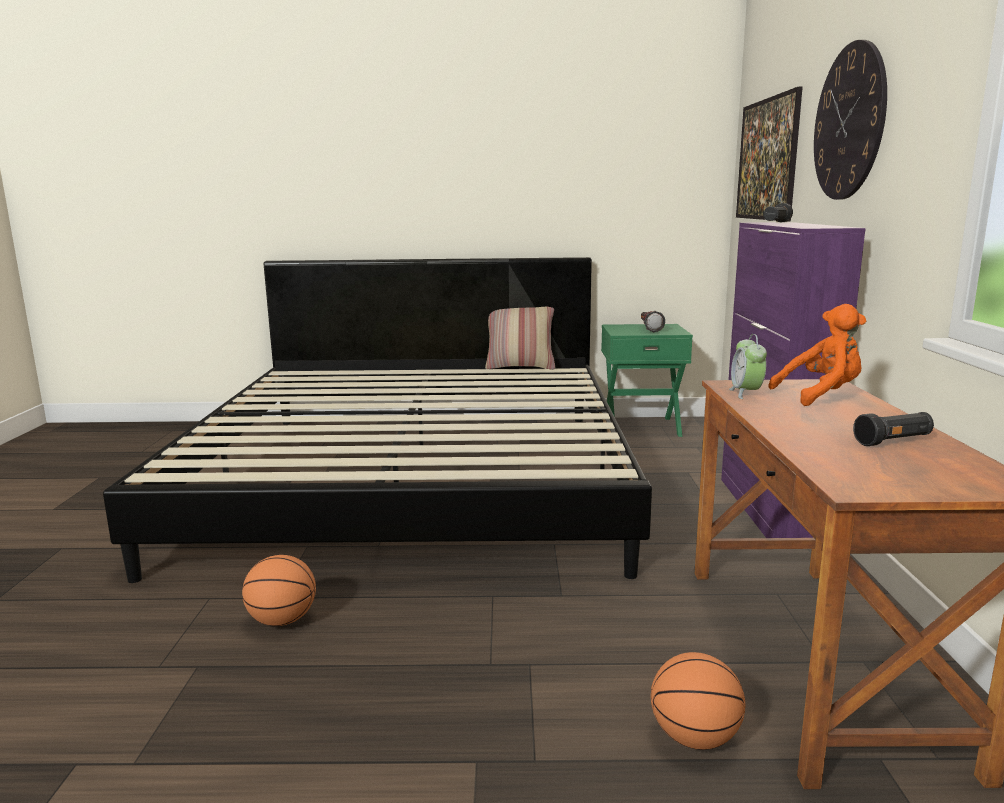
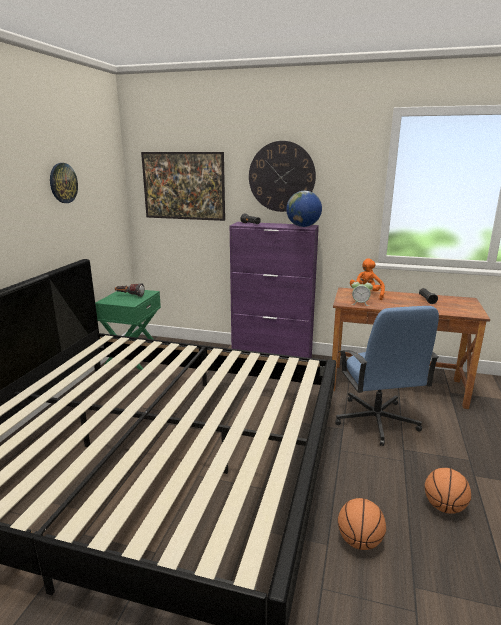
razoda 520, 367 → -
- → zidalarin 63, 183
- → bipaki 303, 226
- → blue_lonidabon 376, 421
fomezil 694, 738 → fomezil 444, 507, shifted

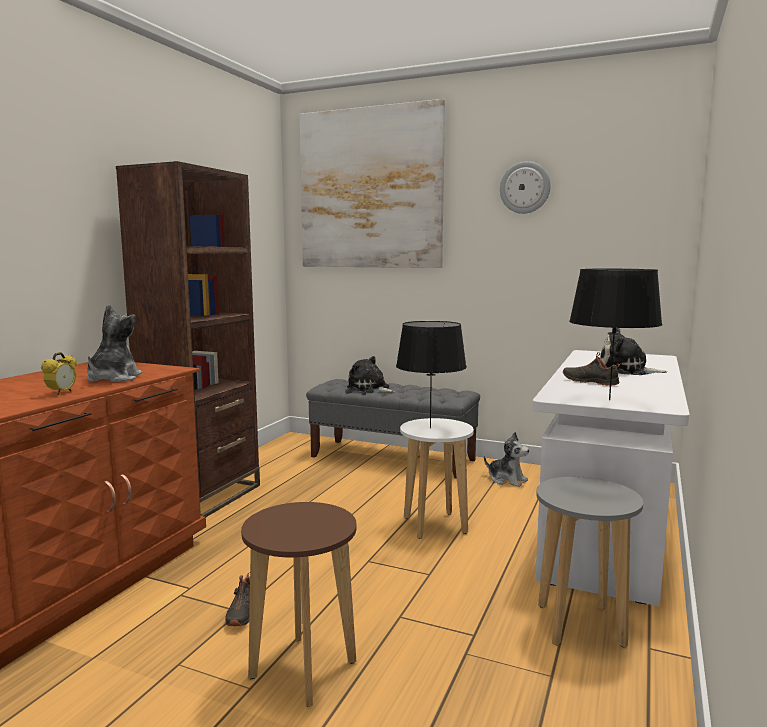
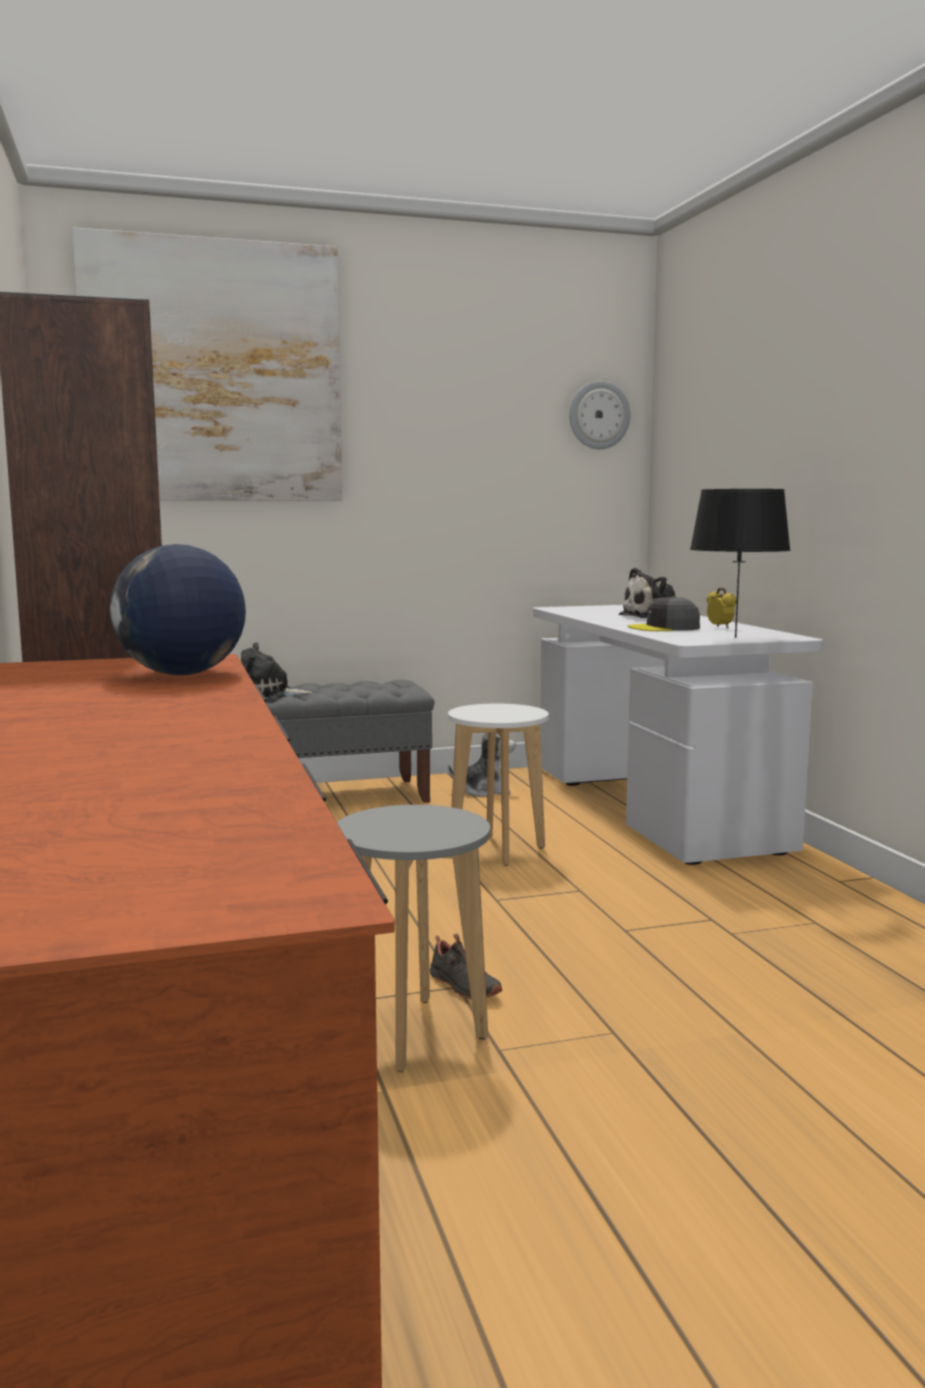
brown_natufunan 303, 669 → -
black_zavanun 430, 428 → -
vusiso 62, 393 → vusiso 720, 628, shifted
zidalarin 525, 187 → zidalarin 599, 415, shifted
grey_natufunan 580, 625 → grey_natufunan 413, 1033, shifted
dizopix 113, 379 → bipaki 182, 674
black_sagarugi 590, 382 → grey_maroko 664, 628

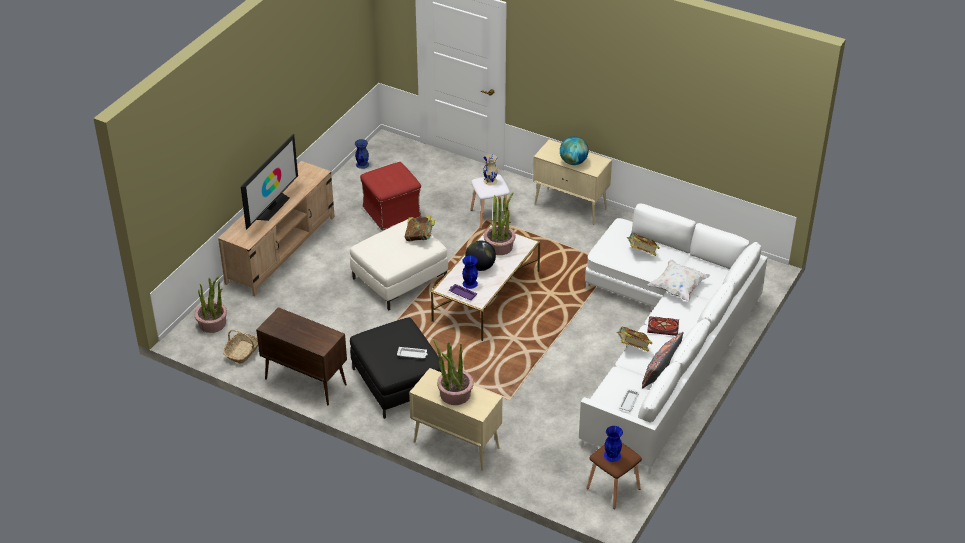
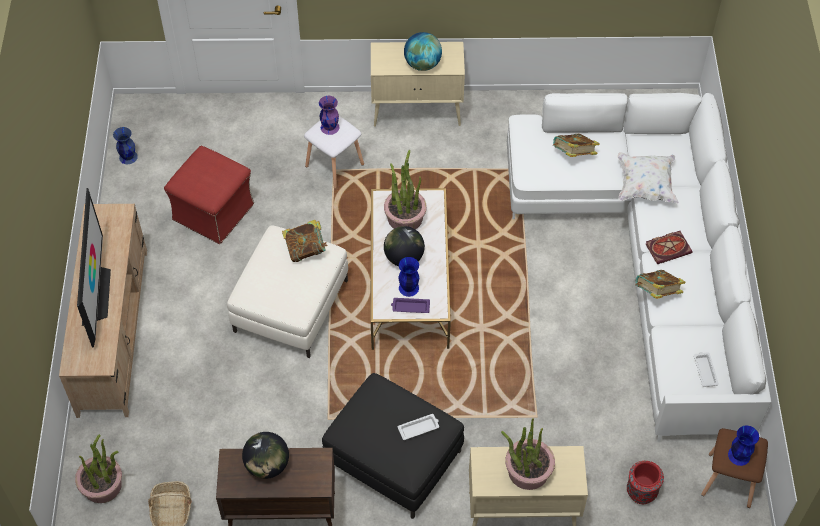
grey_razoda 661, 370 → -
- → bipaki 267, 465
- → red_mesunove 641, 492
beige_mesunove 490, 180 → purple_mesunove 329, 127

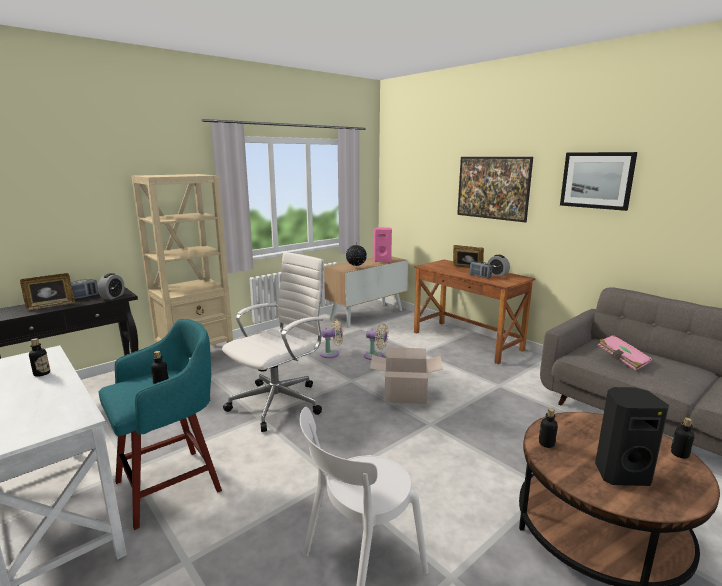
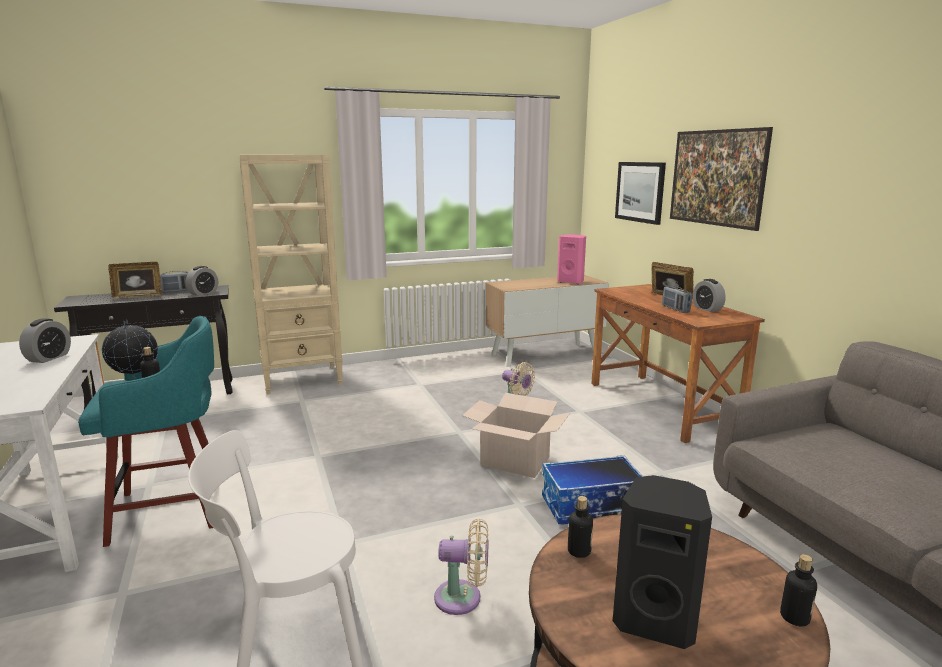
white_lonidabon 279, 402 → -
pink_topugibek 622, 360 → -
- → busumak 591, 507
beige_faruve 331, 354 → beige_faruve 463, 598, shifted
bipaki 356, 268 → bipaki 135, 379, shifted
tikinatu 596, 180 → tikinatu 640, 192, shifted
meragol 42, 373 → vusiso 49, 358

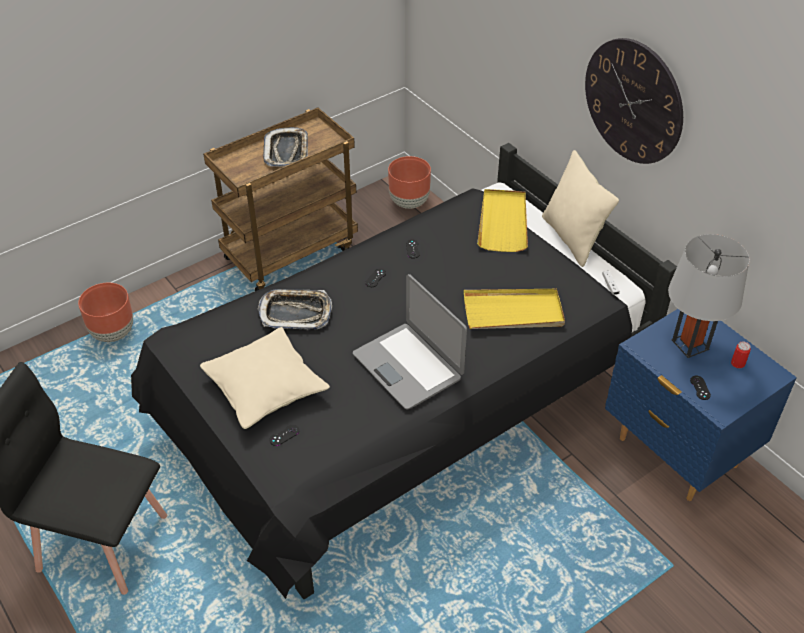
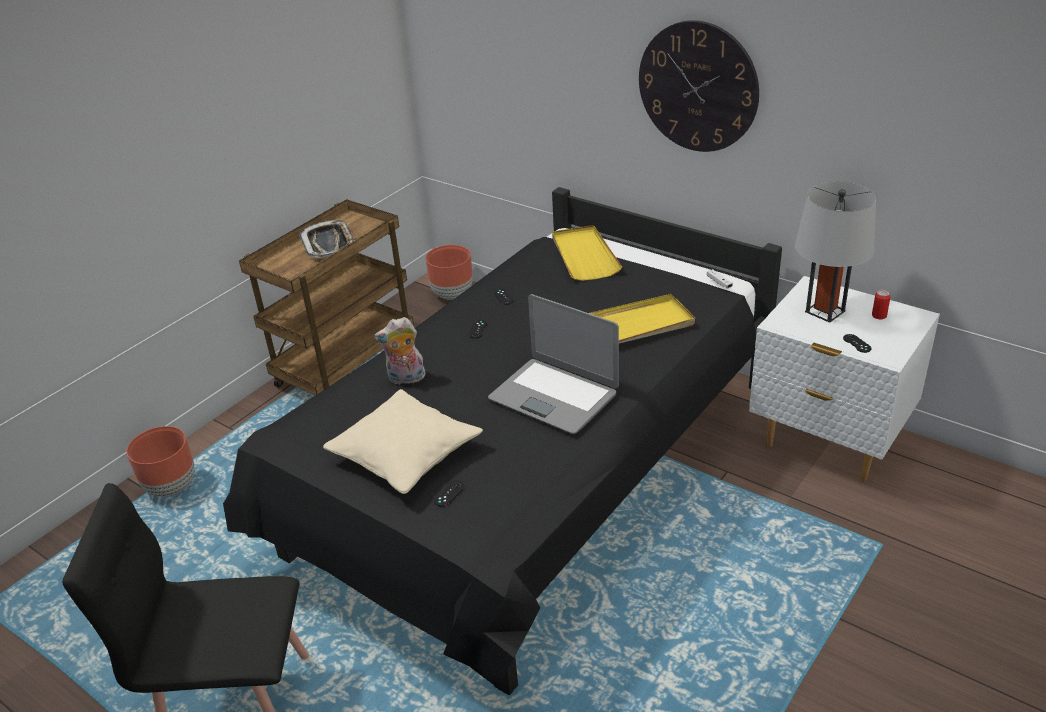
beige_razoda 572, 238 → -
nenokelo 295, 313 → dizopix 406, 379
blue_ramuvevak 676, 453 → white_ramuvevak 828, 443

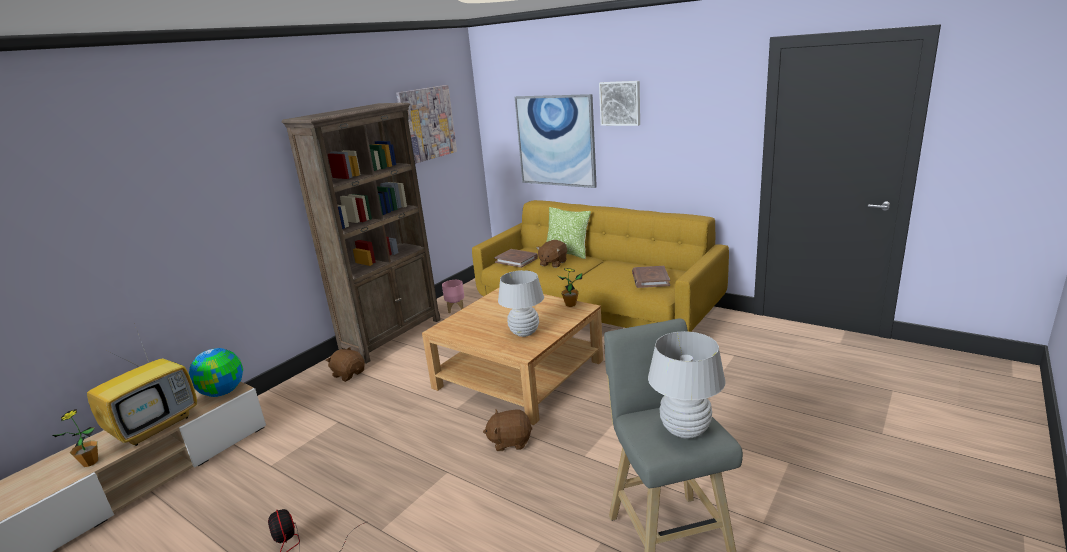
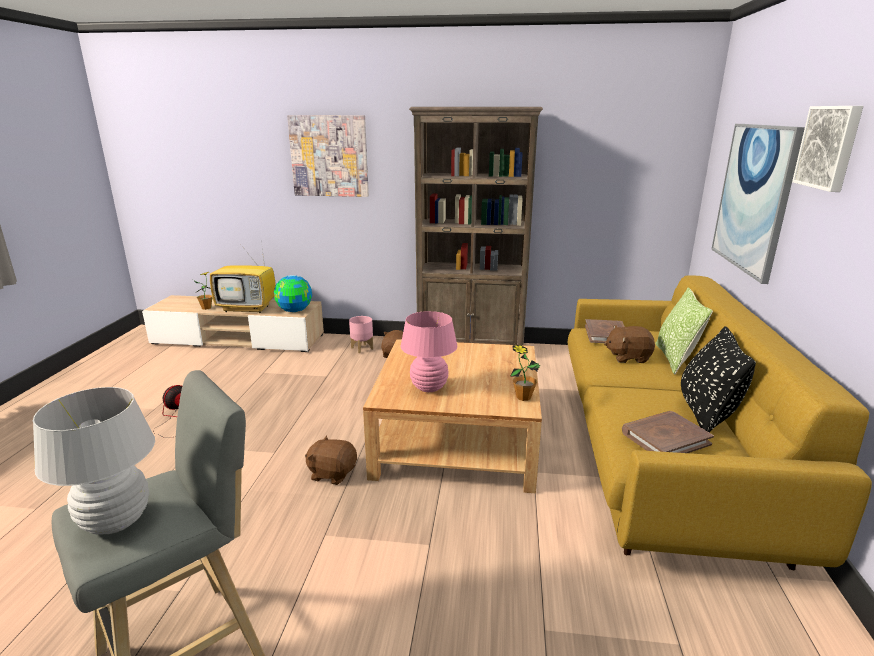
- → black_razoda 706, 414
tikinatu 426, 124 → tikinatu 329, 156, shifted
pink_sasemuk 455, 309 → pink_sasemuk 362, 348, shifted
white_zavanun 524, 333 → pink_zavanun 429, 387
brown_dizopix 510, 441 → brown_dizopix 332, 473, 45 degrees counterclockwise

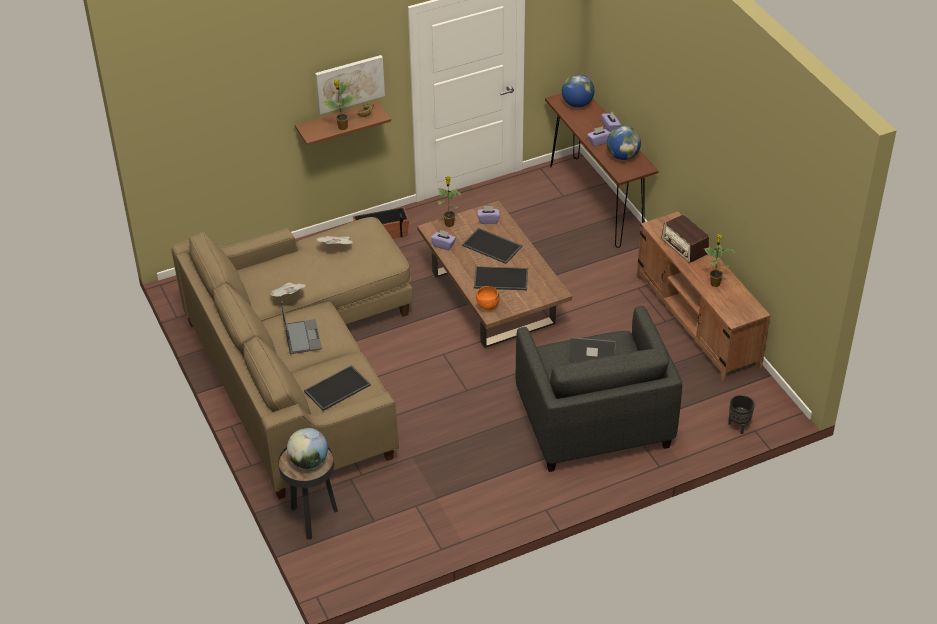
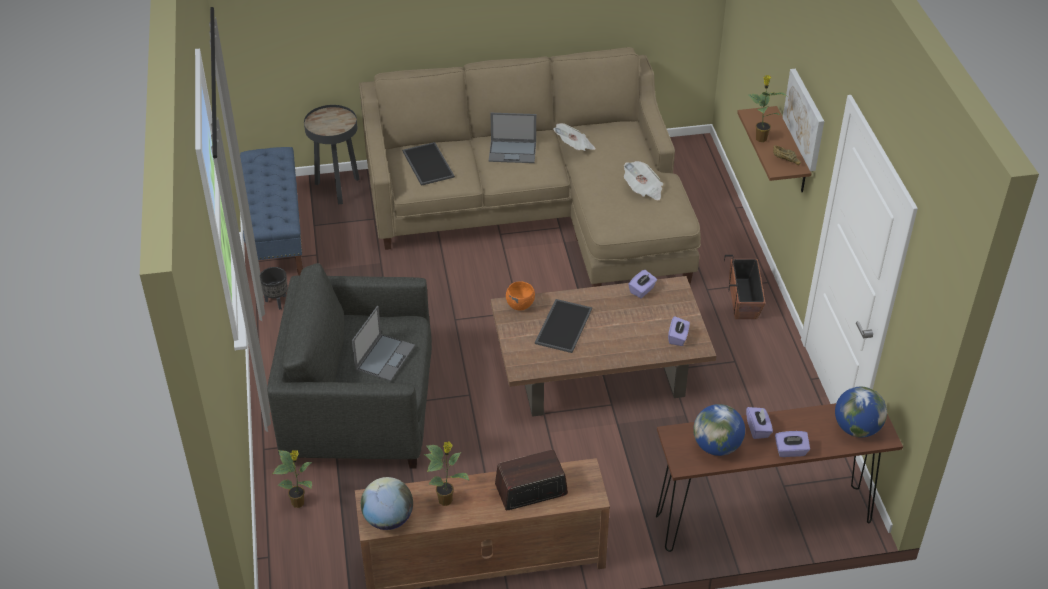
nenokelo 493, 246 → -
- → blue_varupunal 276, 236
bipaki 308, 461 → bipaki 388, 519, shifted
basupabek 449, 223 → basupabek 299, 502, shifted
black_sasemuk 738, 426 → black_sasemuk 277, 301, shifted

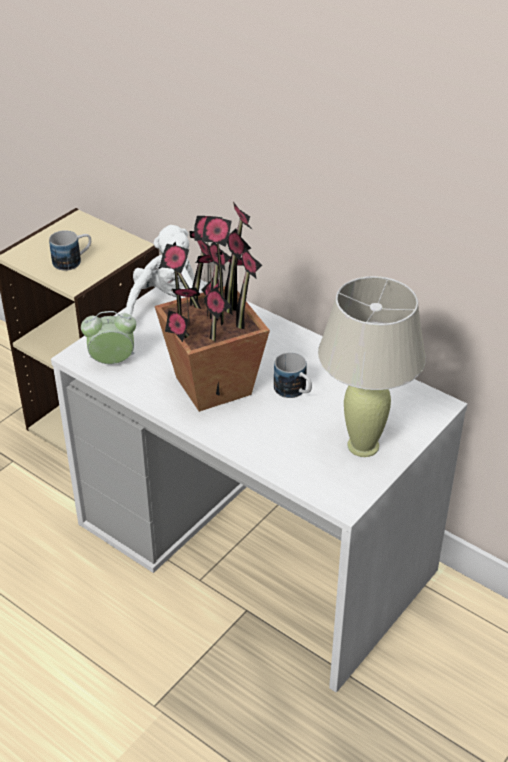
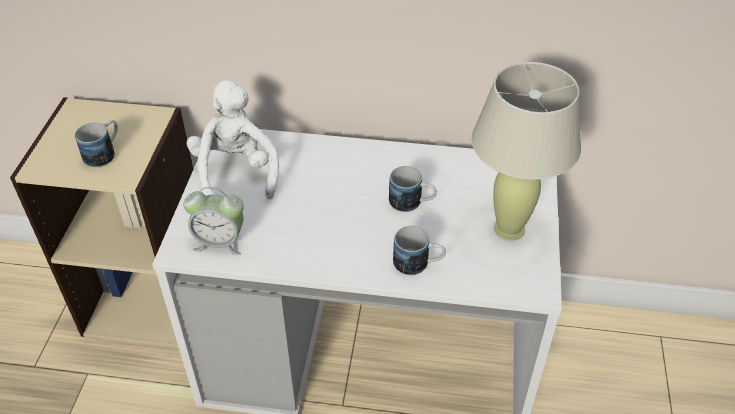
basupabek 212, 385 → -
- → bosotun 418, 264
vusiso 112, 362 → vusiso 220, 242, 135 degrees counterclockwise

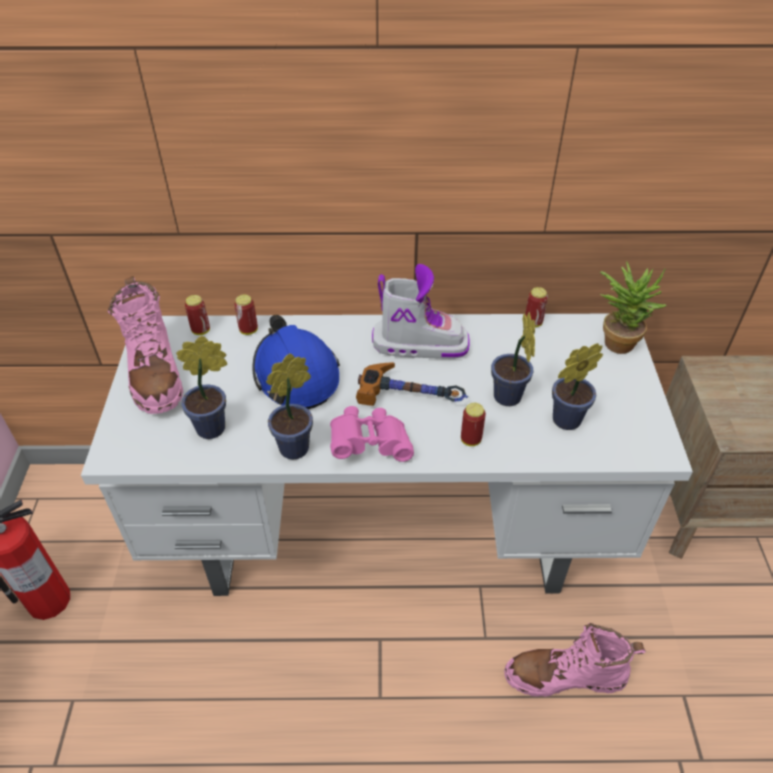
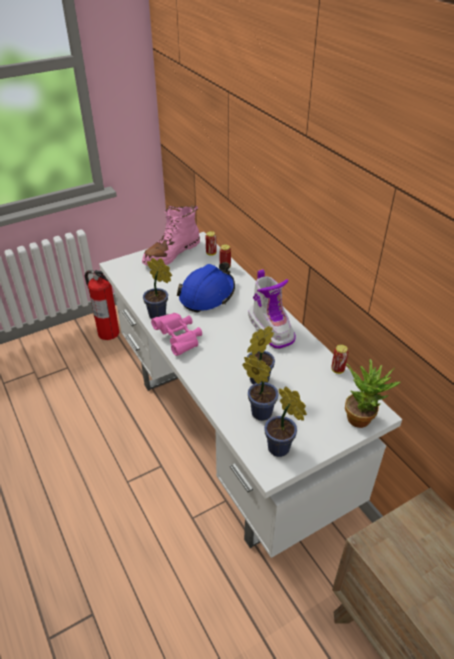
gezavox 412, 396 → -
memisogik 471, 440 → -
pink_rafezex 565, 676 → -
basupabek 215, 427 → basupabek 281, 450, shifted

